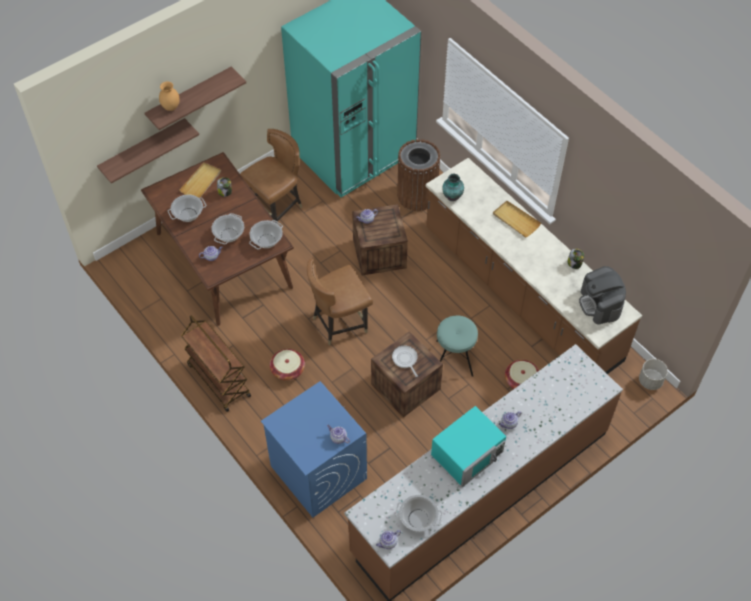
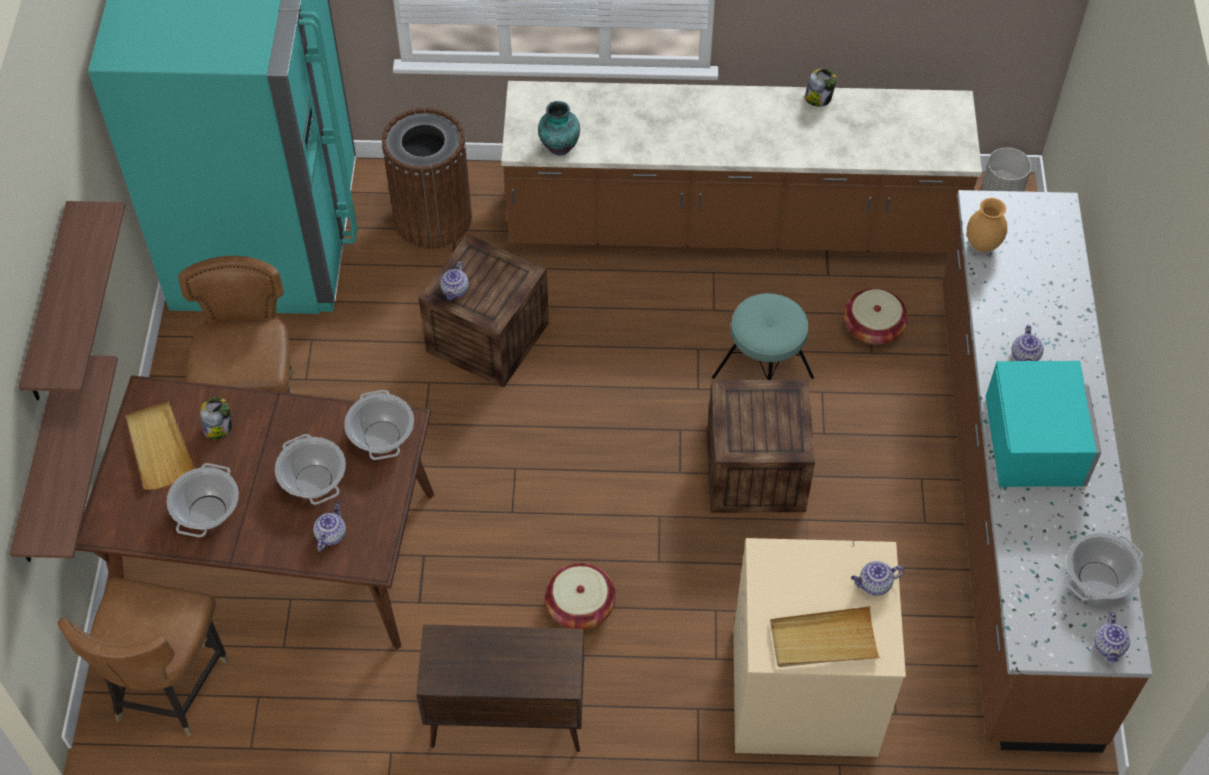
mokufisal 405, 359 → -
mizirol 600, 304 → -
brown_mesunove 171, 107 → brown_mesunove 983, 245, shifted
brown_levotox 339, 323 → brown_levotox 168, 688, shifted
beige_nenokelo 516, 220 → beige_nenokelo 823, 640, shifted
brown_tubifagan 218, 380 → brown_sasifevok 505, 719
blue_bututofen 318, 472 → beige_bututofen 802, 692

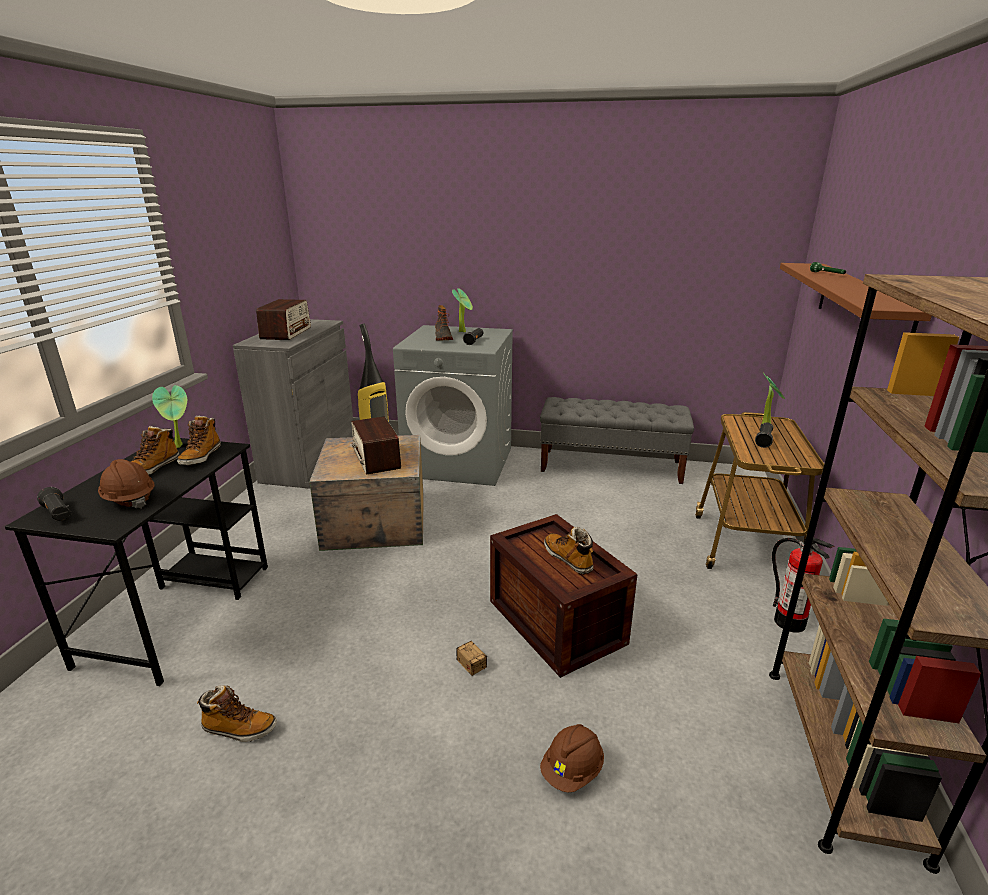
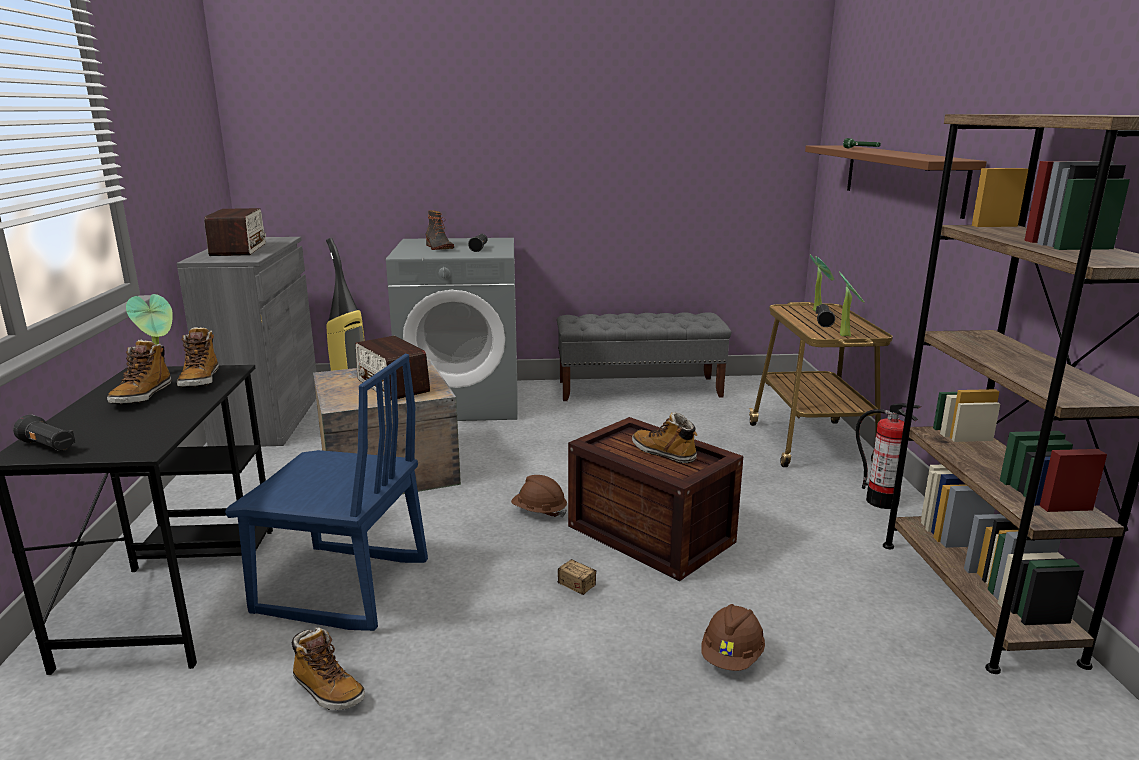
- → blue_levotox 342, 588
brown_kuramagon 129, 499 → brown_kuramagon 539, 512, shifted
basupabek 463, 331 → basupabek 846, 335, shifted
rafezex 239, 729 → rafezex 327, 690, 45 degrees clockwise

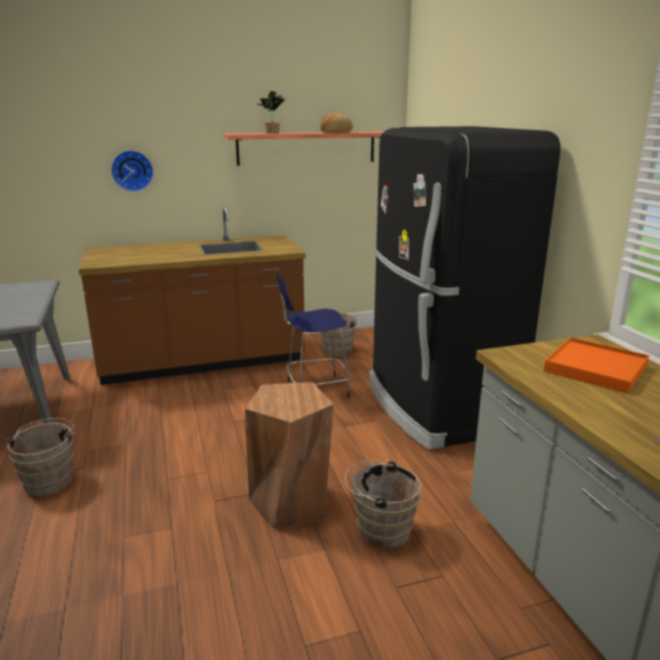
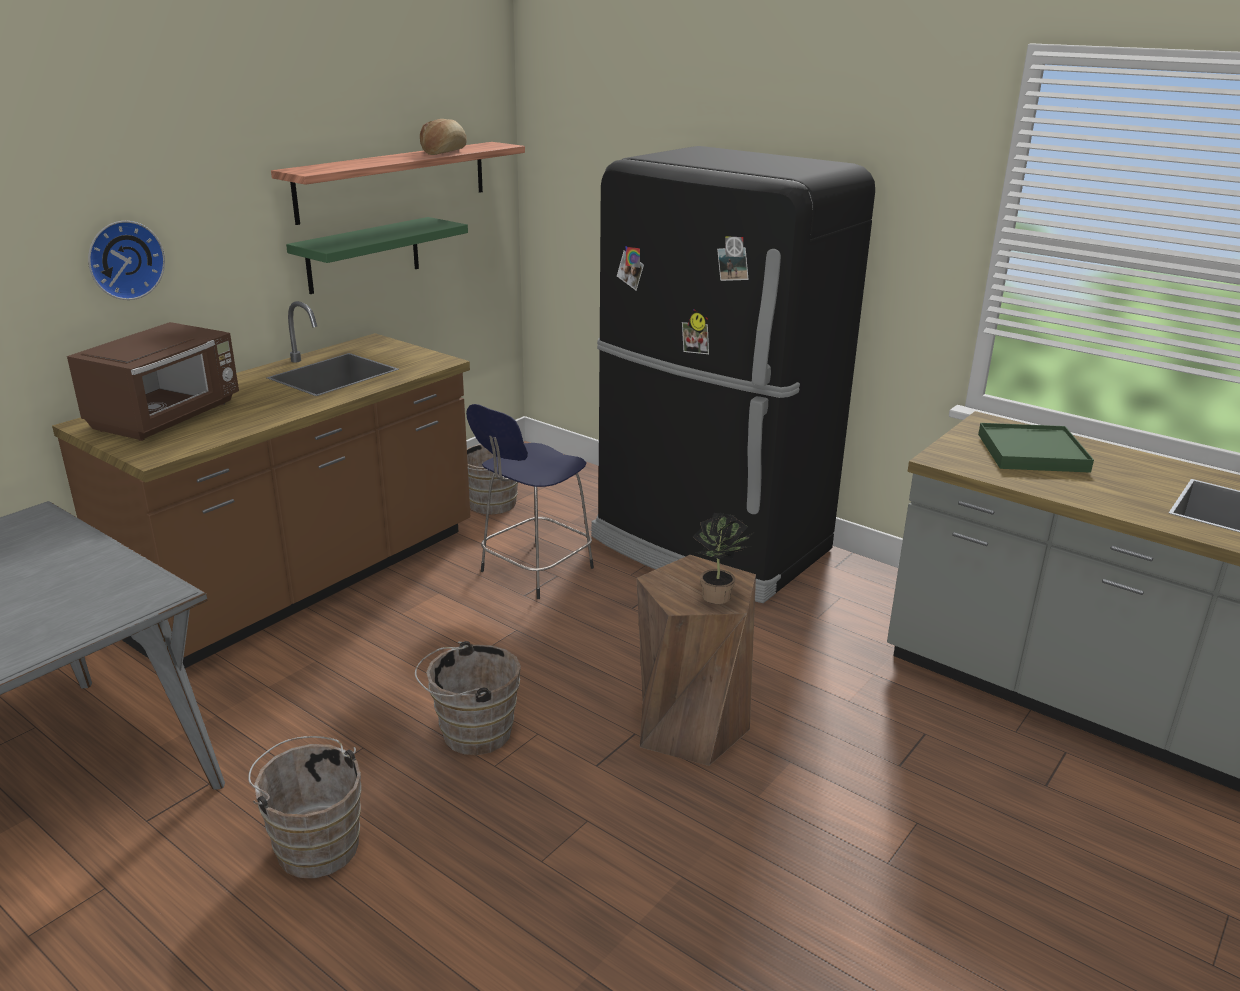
- → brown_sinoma 168, 416
- → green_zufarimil 363, 255
basupabek 272, 133 → basupabek 720, 598, shifted
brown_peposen 380, 529 → brown_peposen 471, 733, shifted
orange_nenokelo 596, 368 → green_nenokelo 1032, 452

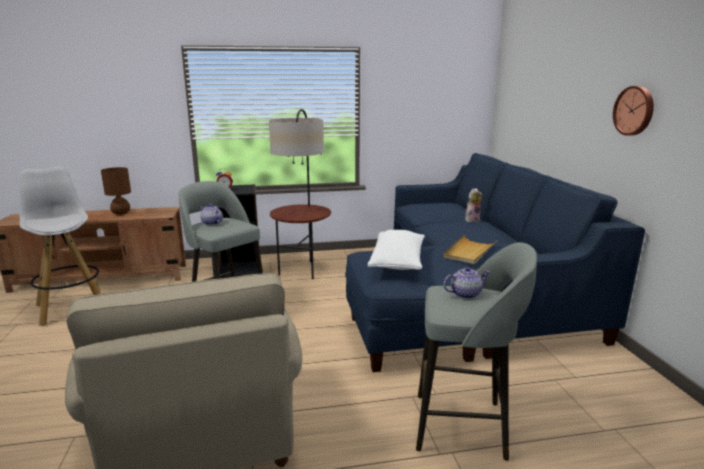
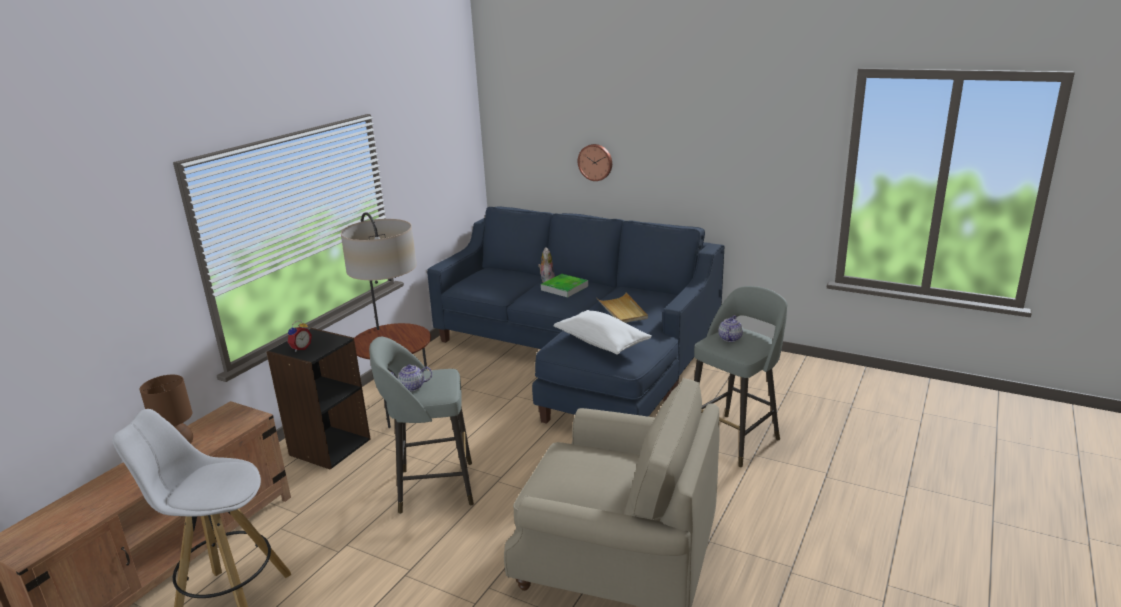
- → nenokelo 564, 288
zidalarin 634, 110 → zidalarin 595, 162, shifted

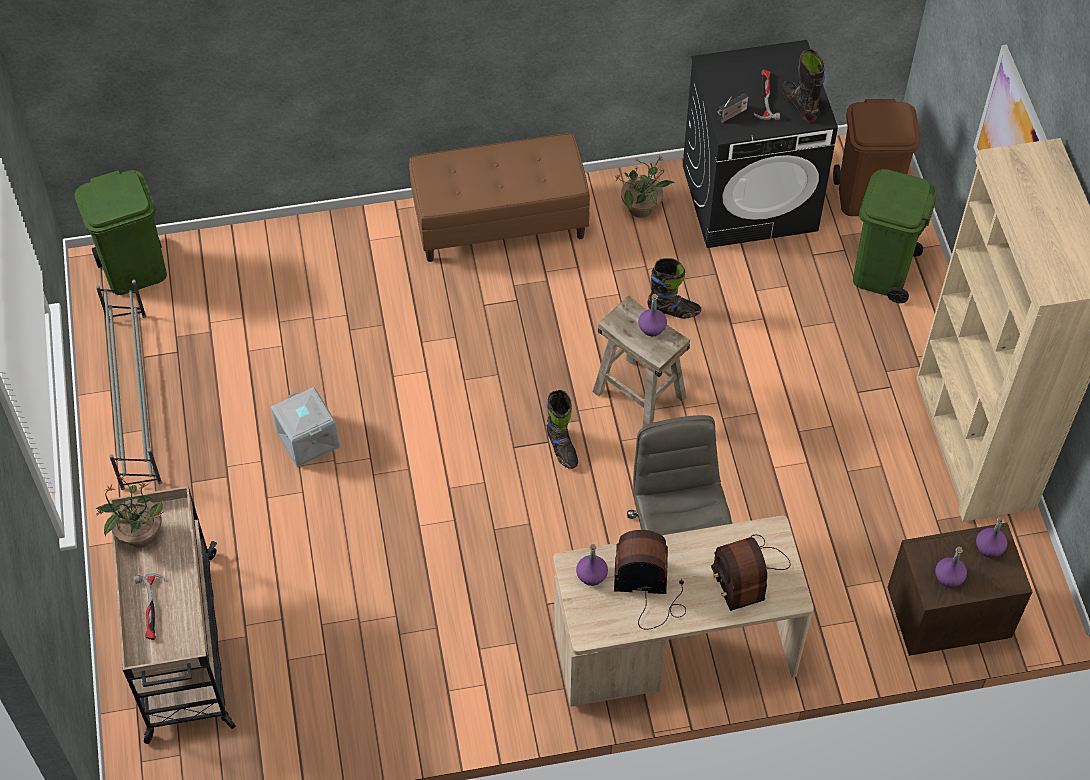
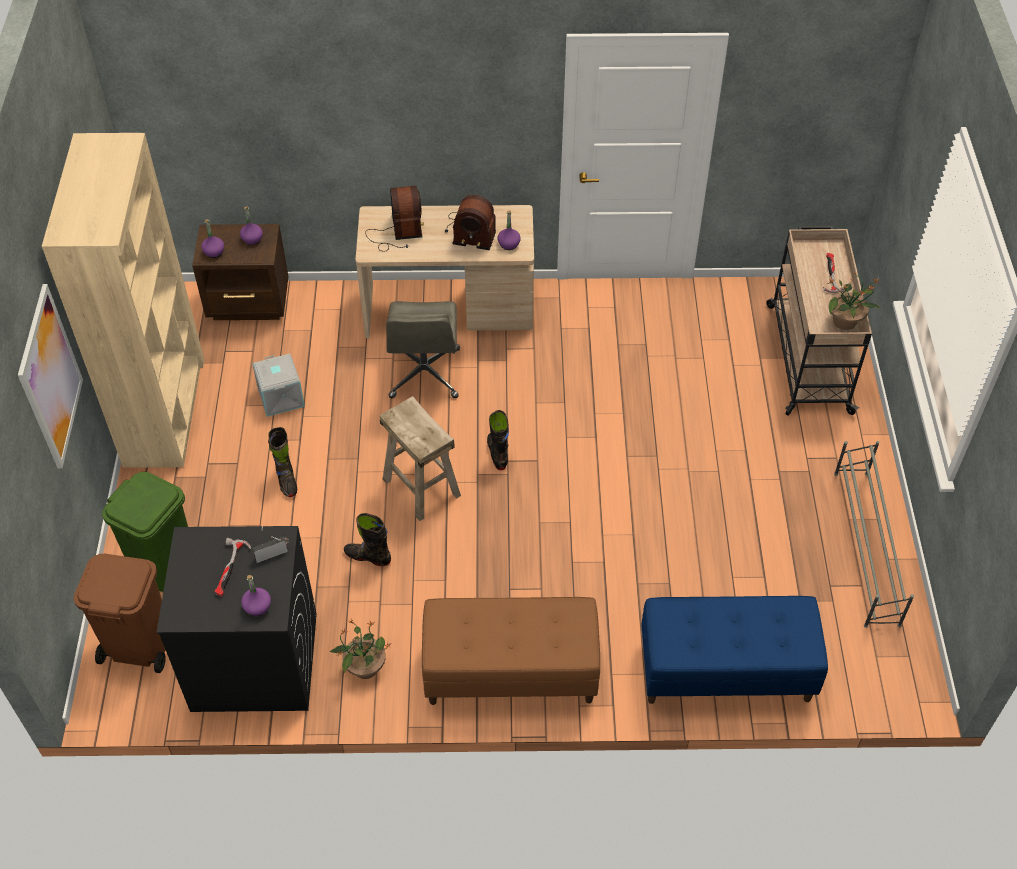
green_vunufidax 135, 270 → -
- → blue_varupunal 725, 672
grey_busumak 306, 439 → grey_busumak 282, 397, shifted
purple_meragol 652, 328 → purple_meragol 257, 606, shifted
black_rafezex 800, 105 → black_rafezex 286, 481, shifted

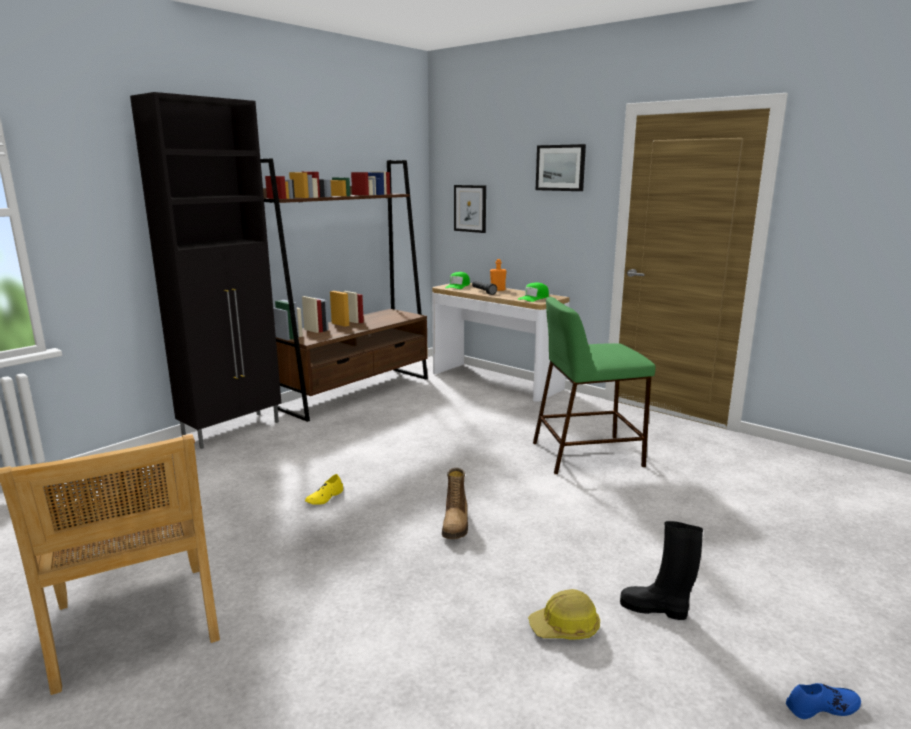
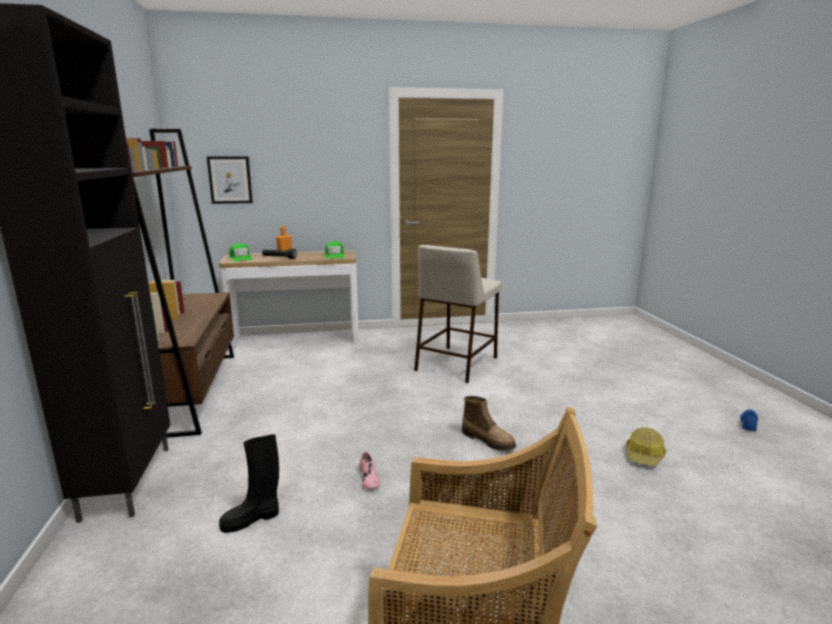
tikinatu 560, 168 → -
black_rafezex 655, 609 → black_rafezex 252, 519, shifted
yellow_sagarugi 325, 497 → pink_sagarugi 369, 478
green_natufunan 588, 454 → beige_natufunan 457, 363

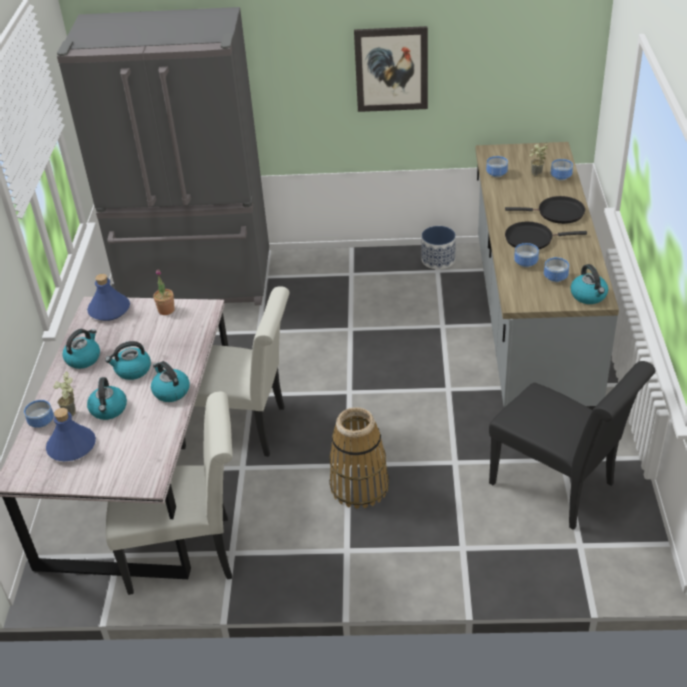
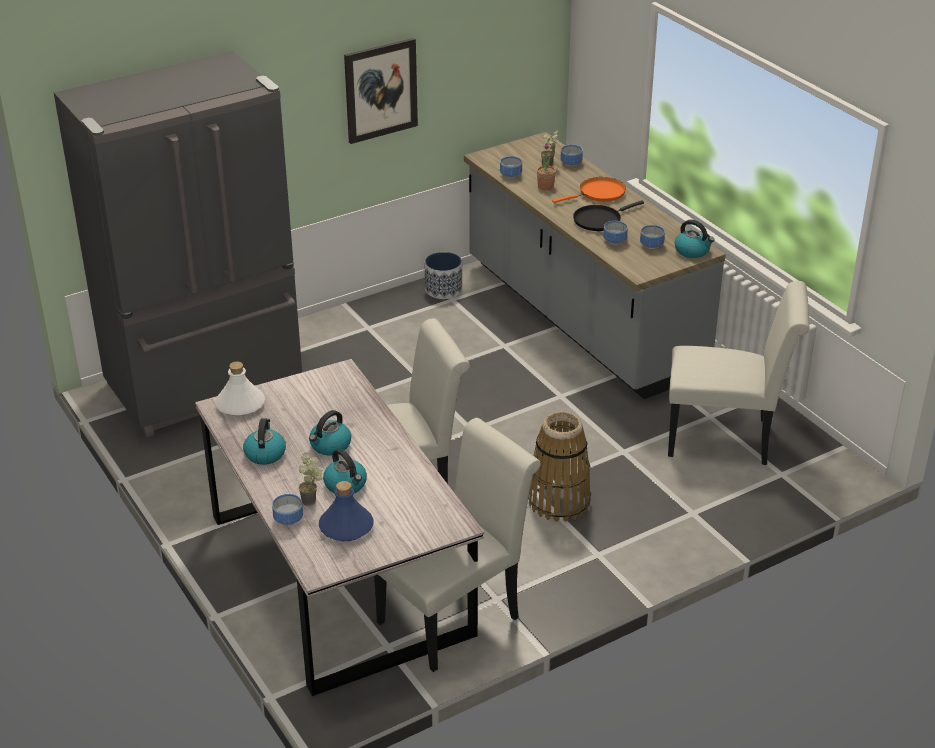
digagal 171, 391 → -
basupabek 166, 310 → basupabek 545, 186, shifted
blue_meragol 109, 310 → white_meragol 240, 405
black_levotox 559, 487 → white_levotox 726, 438
black_mokufisal 557, 213 → orange_mokufisal 599, 193

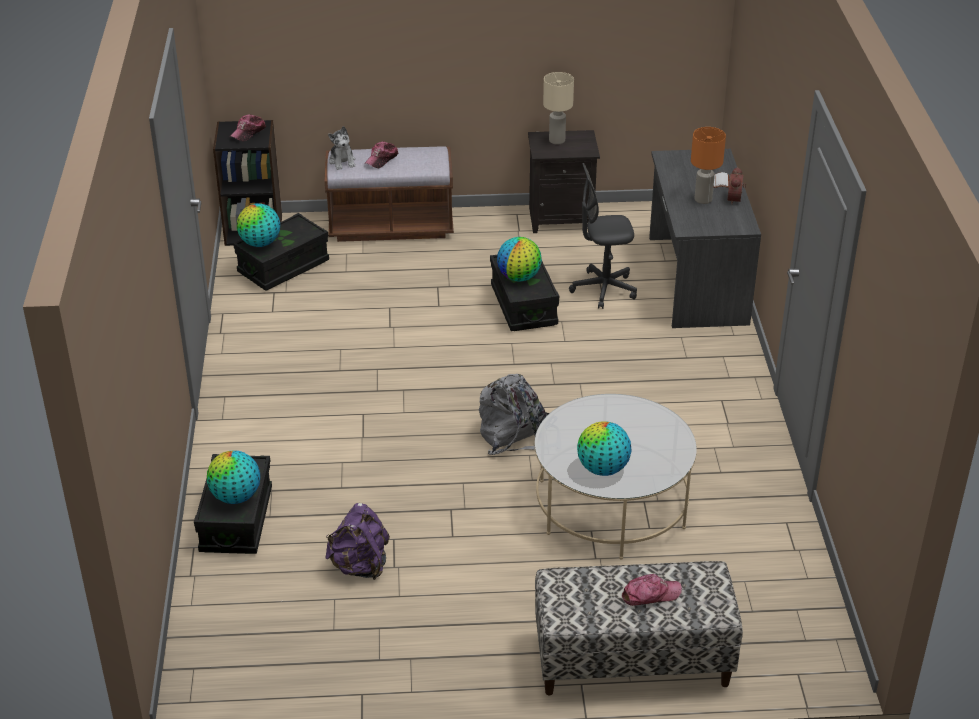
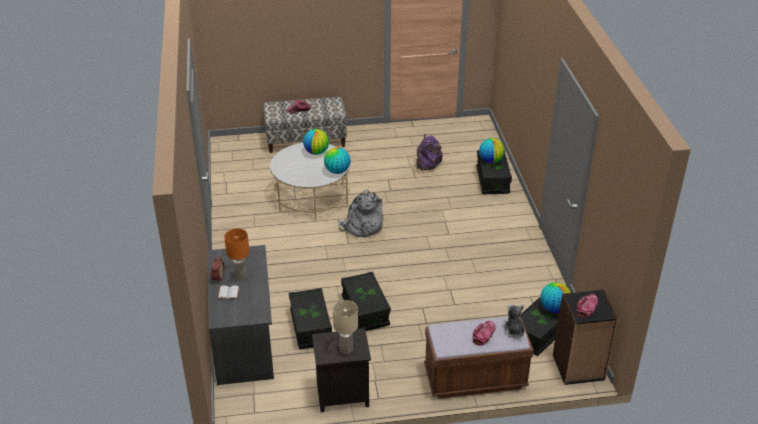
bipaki 519, 277 → bipaki 337, 171, shifted
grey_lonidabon 603, 289 → black_busumak 311, 328

